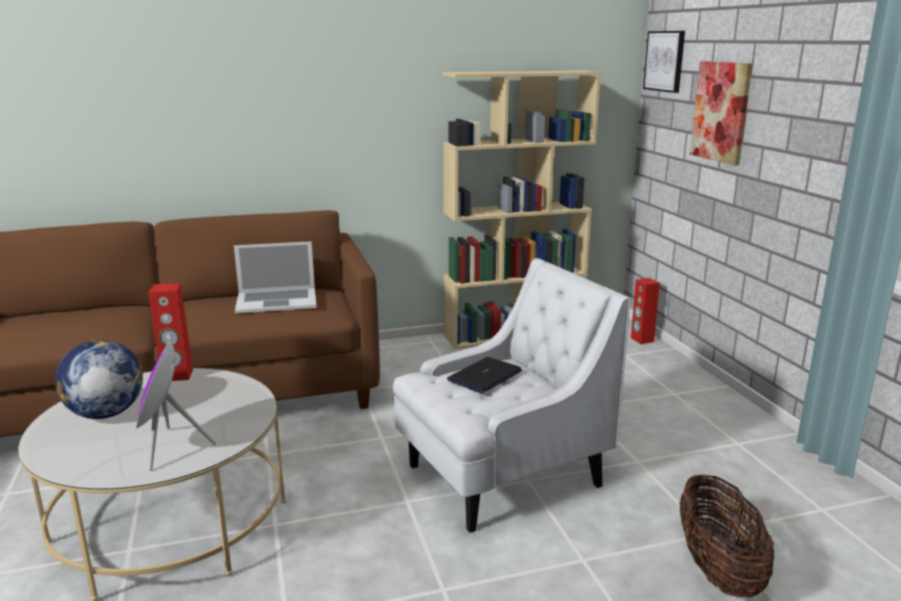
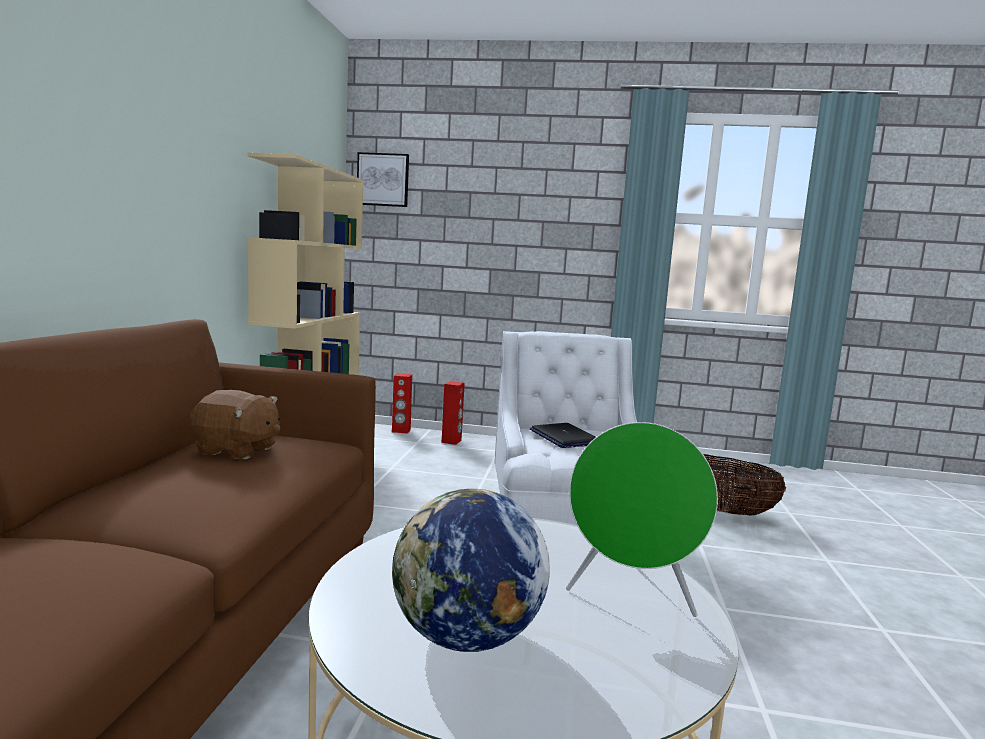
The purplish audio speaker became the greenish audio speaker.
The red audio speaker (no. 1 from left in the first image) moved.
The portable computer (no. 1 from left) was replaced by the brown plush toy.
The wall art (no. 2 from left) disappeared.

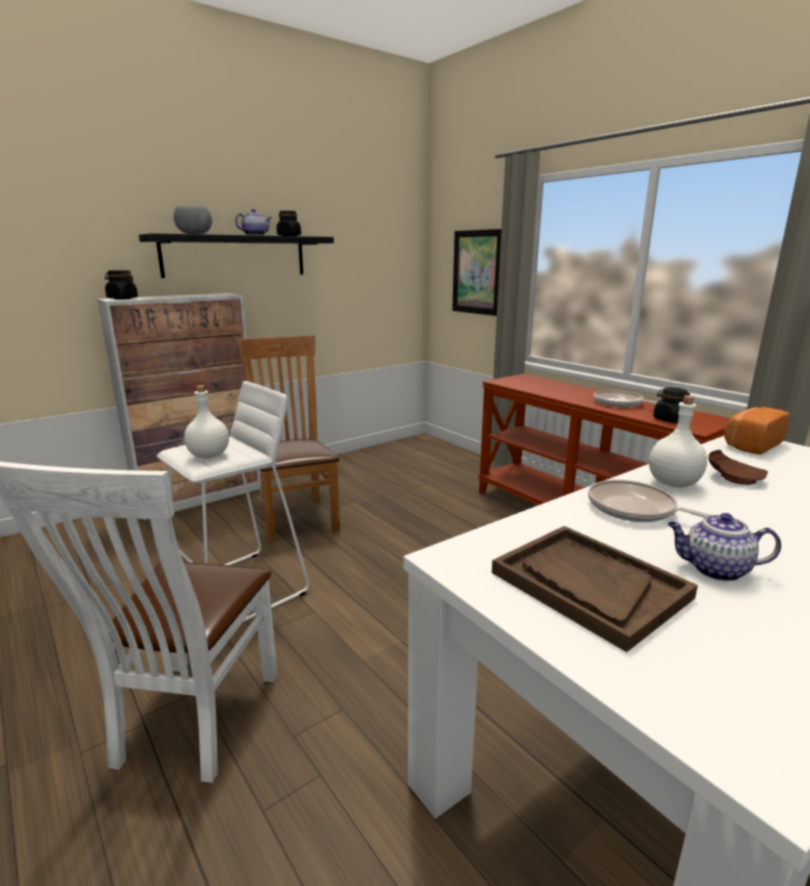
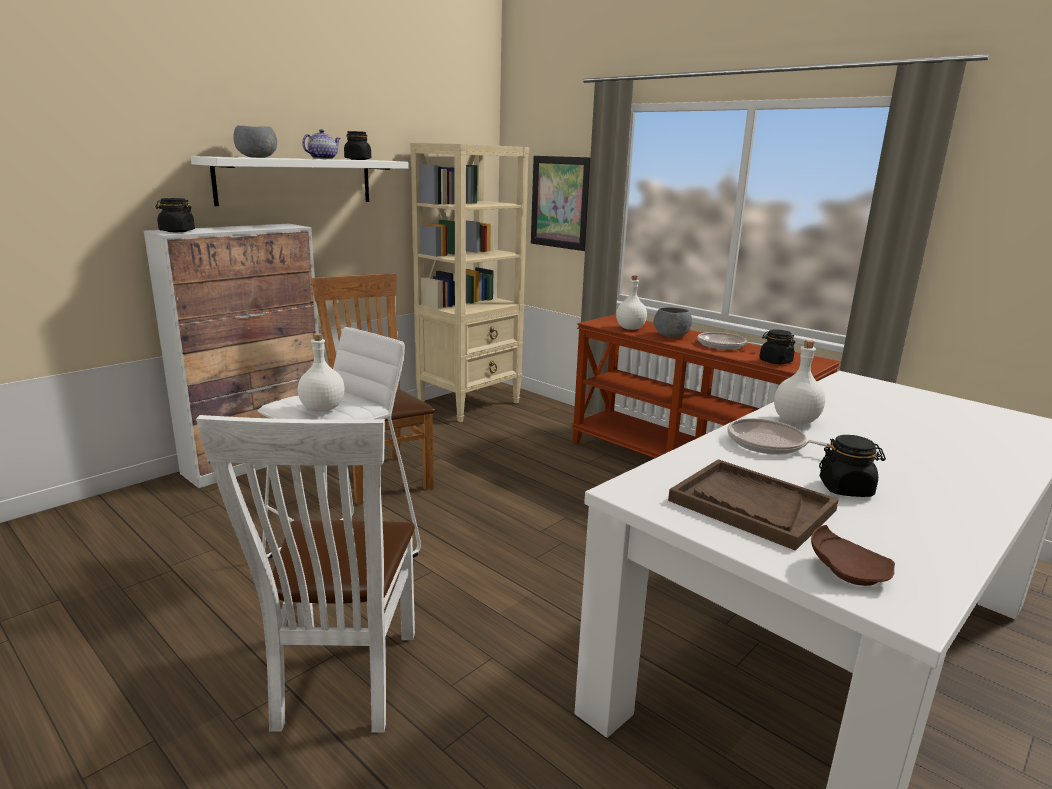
The black shelf became the whitish shelf.
The teapot (no. 2 from left) was replaced by the black storage jar (no. 4 from left).
The brown flat dish moved.
The baked bread disappeared.
The sand-coloured bookshelf appeared.
The whitish drink bottle (no. 2 from left) appeared.
The greyish deep dish (no. 2 from left) appeared.

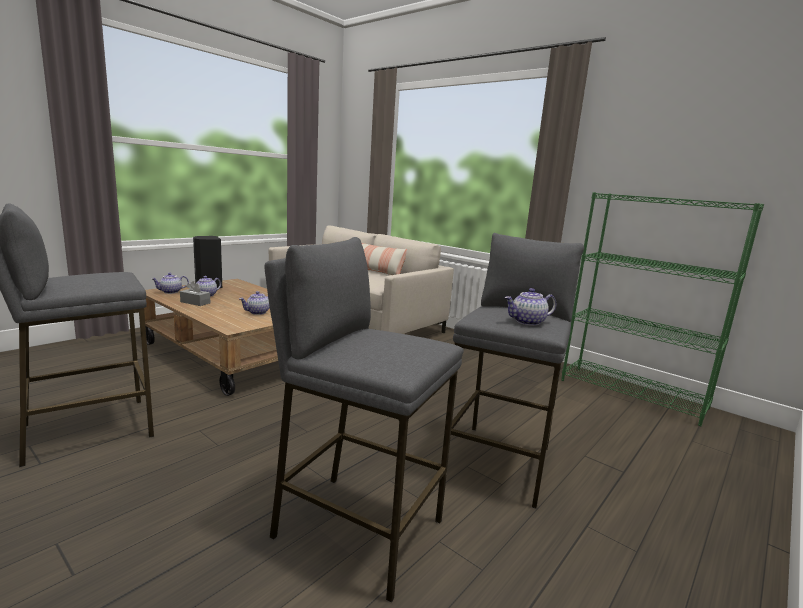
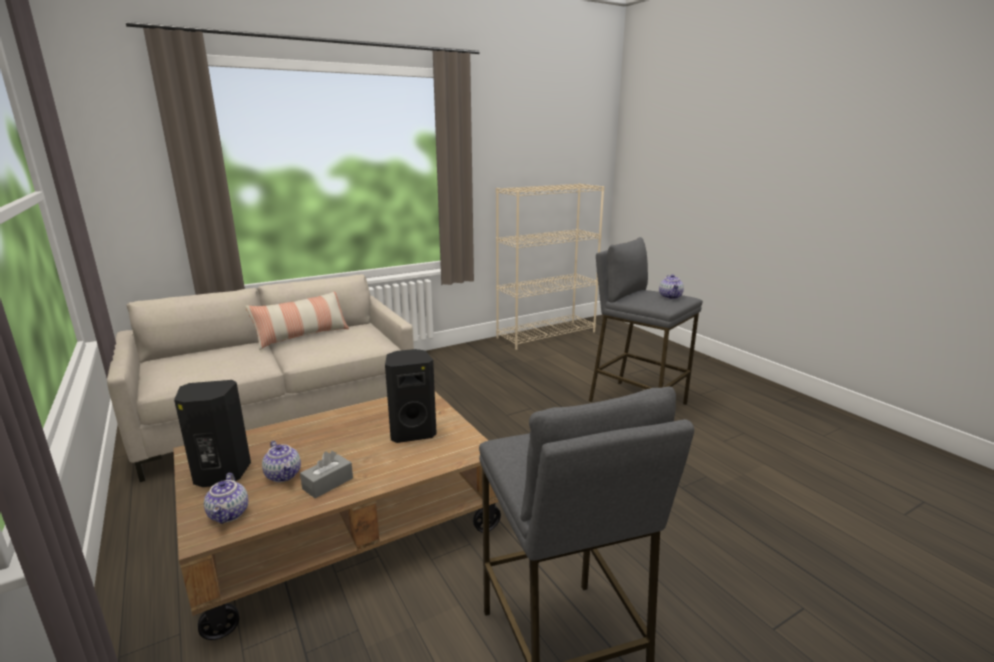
The teapot (no. 3 from left) was replaced by the black audio speaker (no. 2 from left).
The greyish stool seat (no. 2 from left) disappeared.
The greenish bookshelf became the sand-coloured bookshelf.

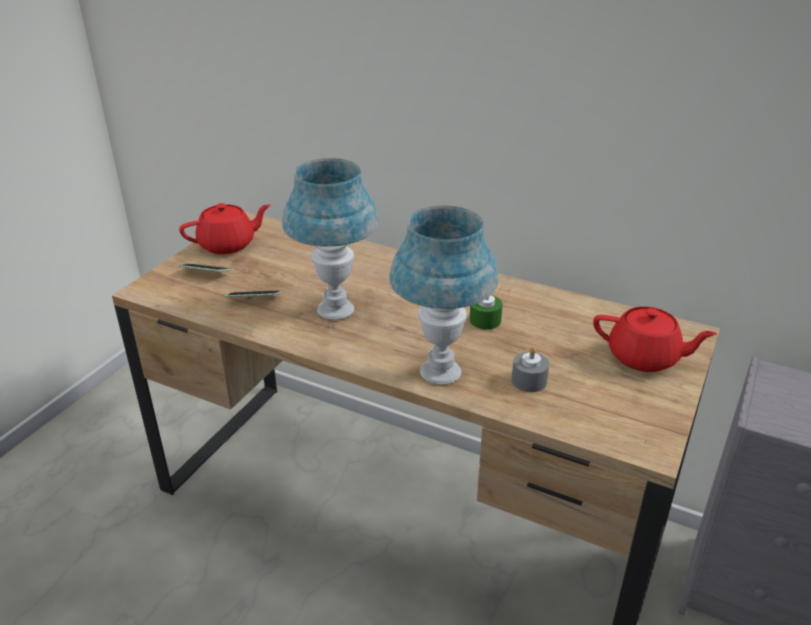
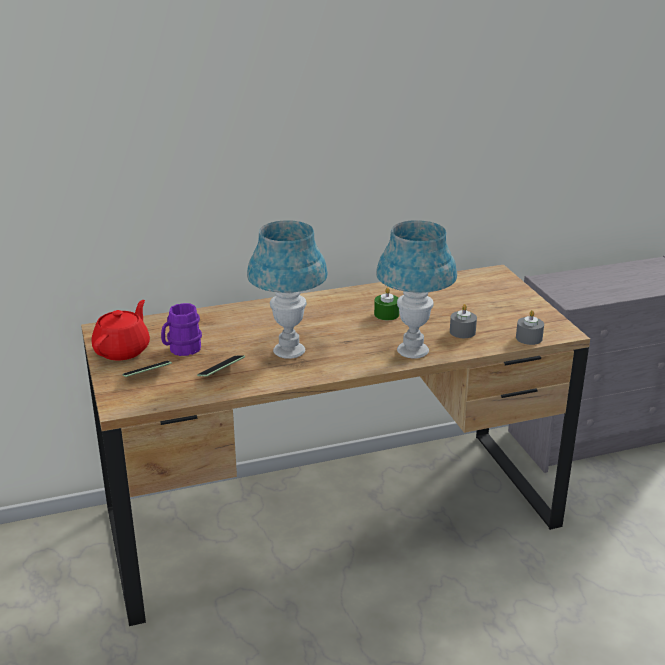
The red teapot (no. 2 from left) disappeared.
The purplish mug appeared.
The greyish wax candle (no. 2 from left) appeared.

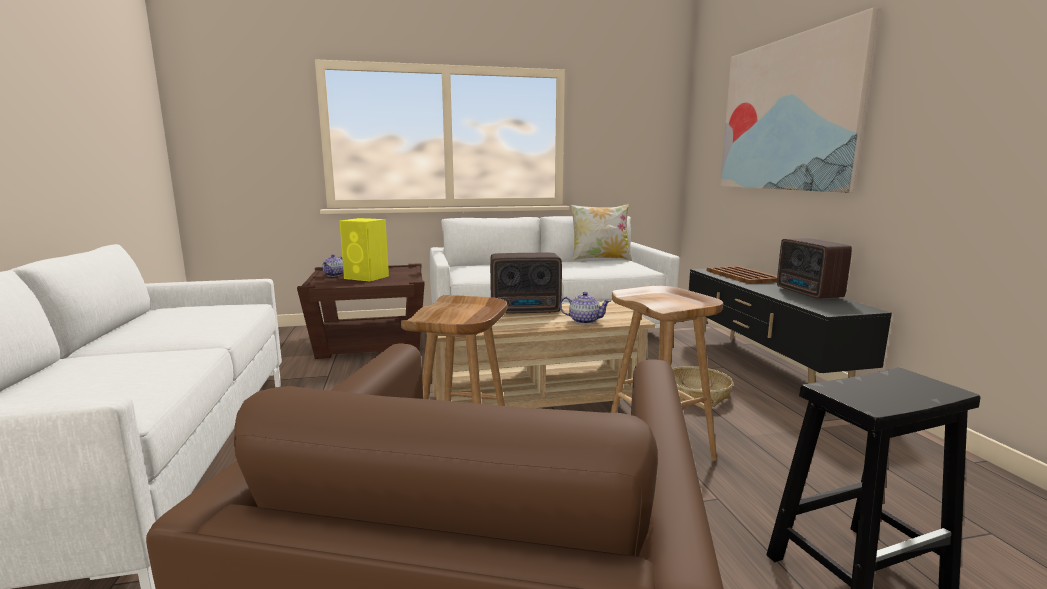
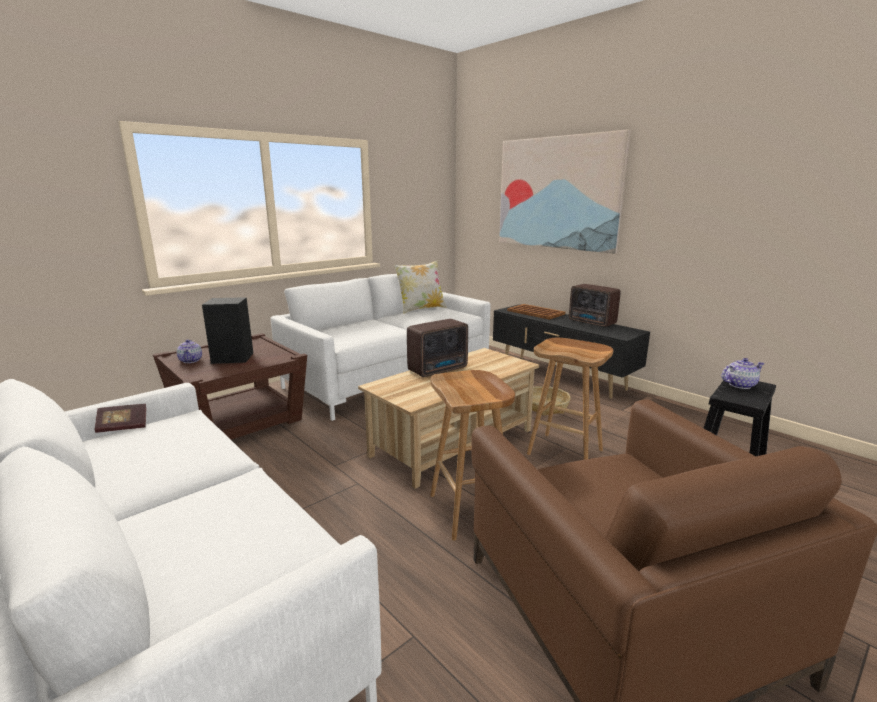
The yellowish audio speaker became the black audio speaker.
The teapot (no. 2 from left) moved.
The book appeared.

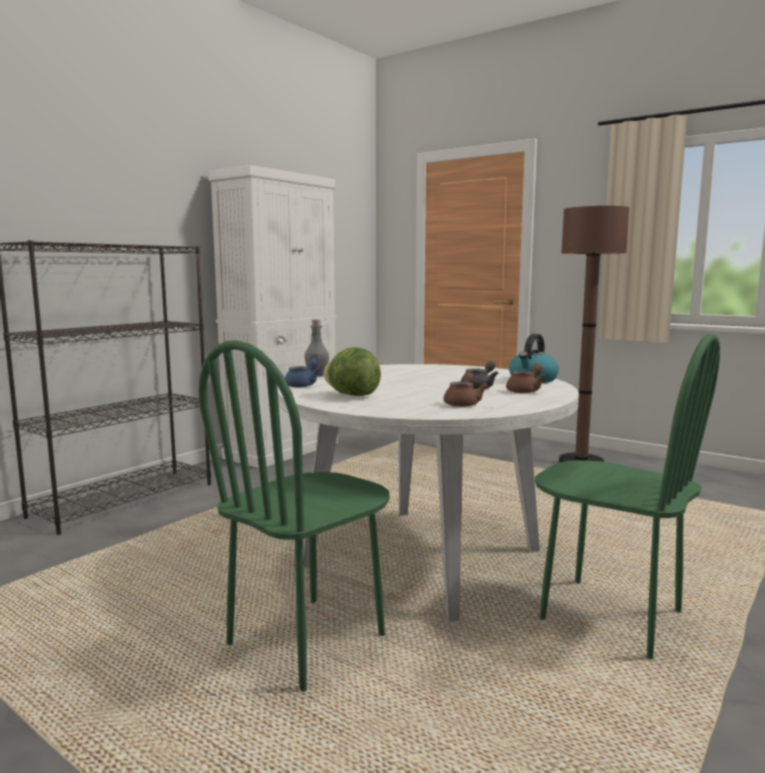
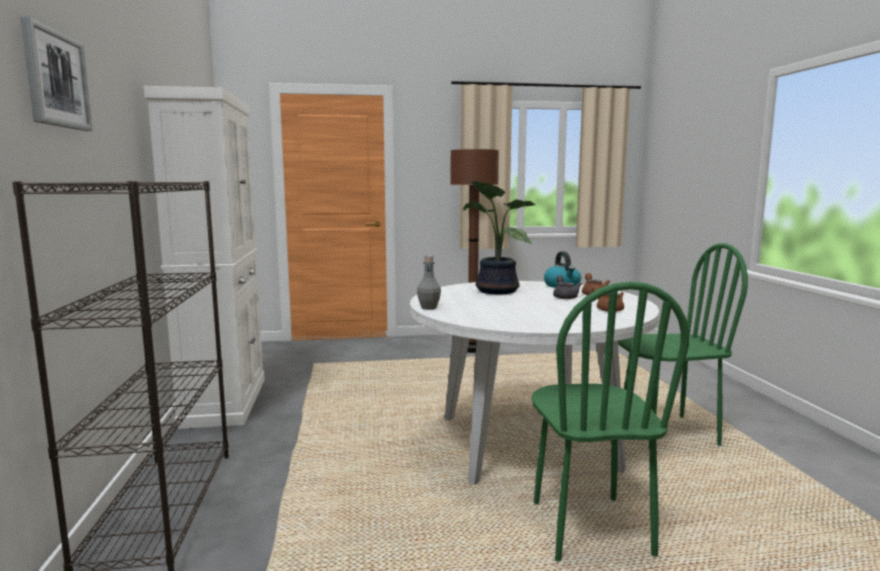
The blue teapot disappeared.
The lettuce head disappeared.
The wall art appeared.
The plant in a pot appeared.

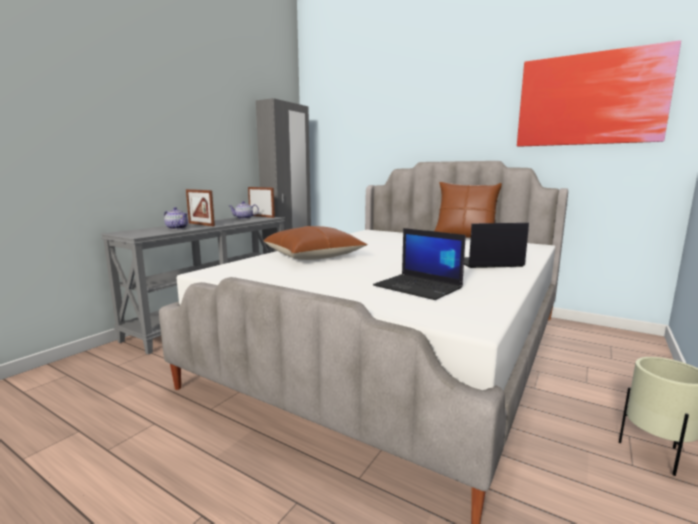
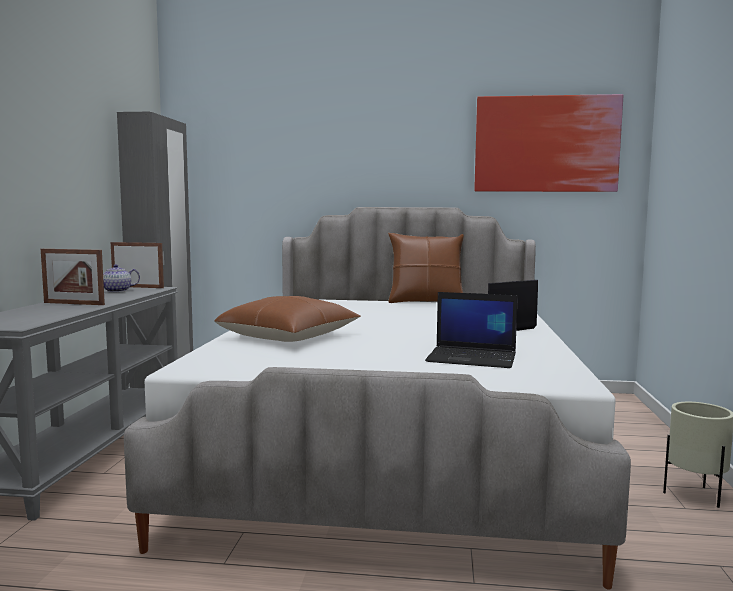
The teapot (no. 1 from left) disappeared.

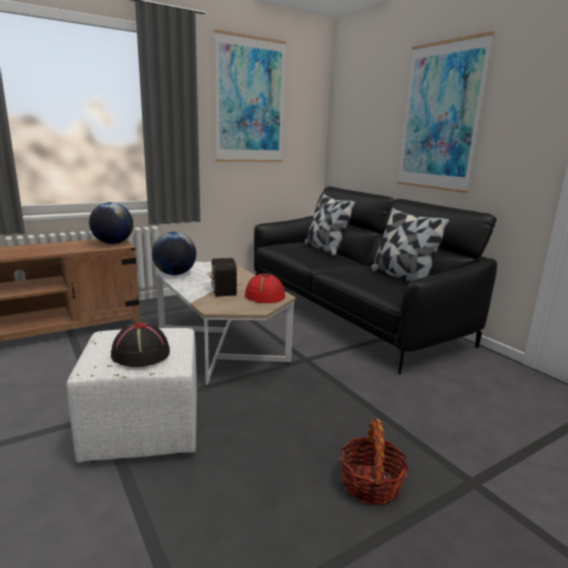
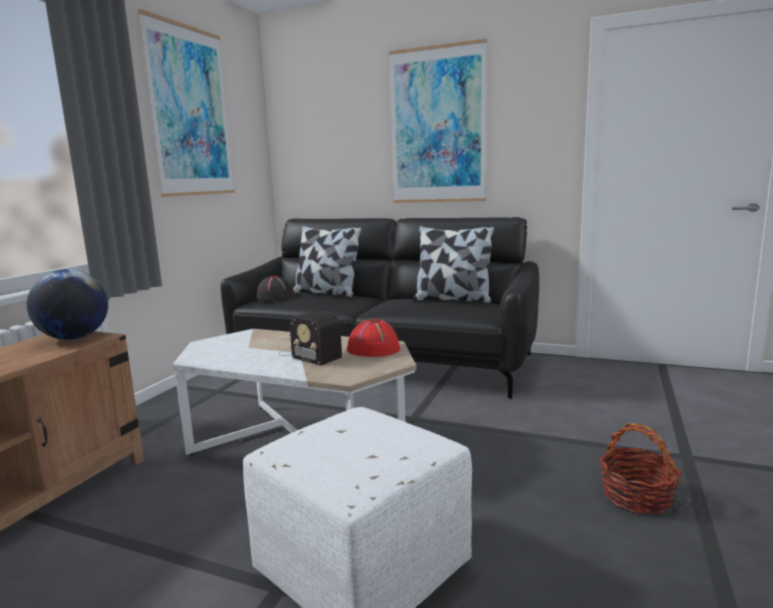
The black hat moved.
The desk globe (no. 2 from left) disappeared.

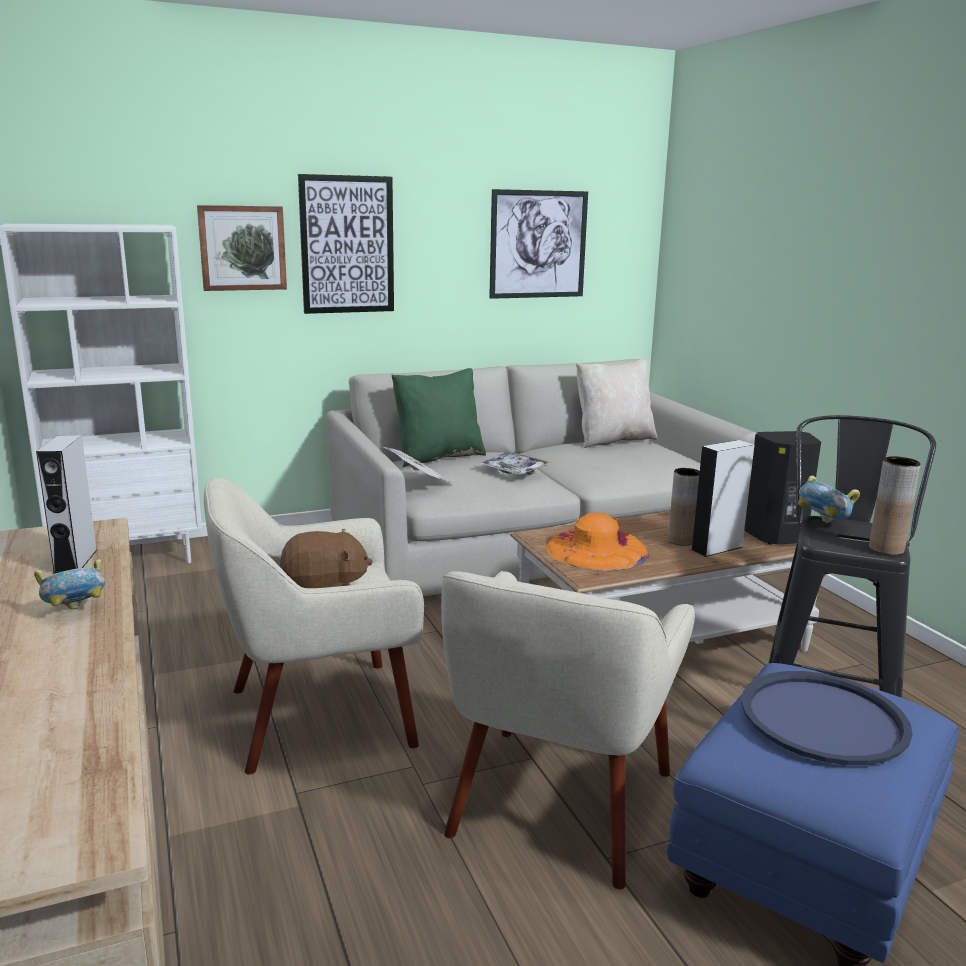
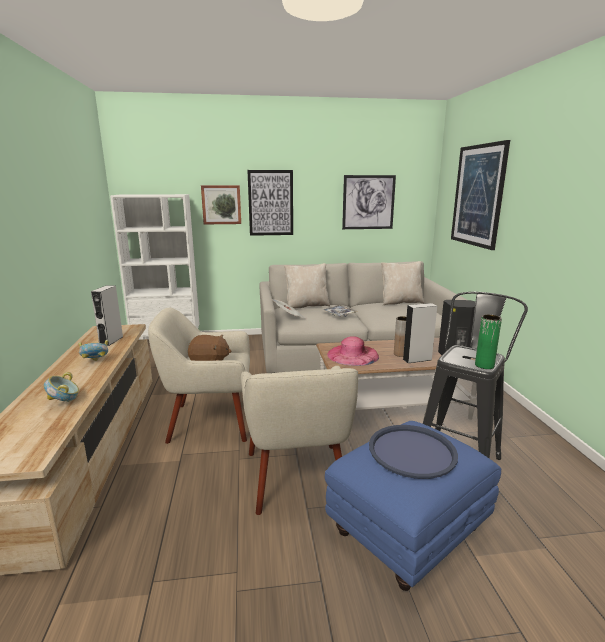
The greenish throw pillow became the sand-coloured throw pillow (no. 1 from left).
The sand-coloured armchair (no. 2 from left) turned 45 degrees counterclockwise.
The orange-coloured hat became the pinkish hat.
The deep dish (no. 2 from left in the first image) moved.
The brown vase (no. 2 from left) became the greenish vase.
The wall art (no. 4 from left) appeared.

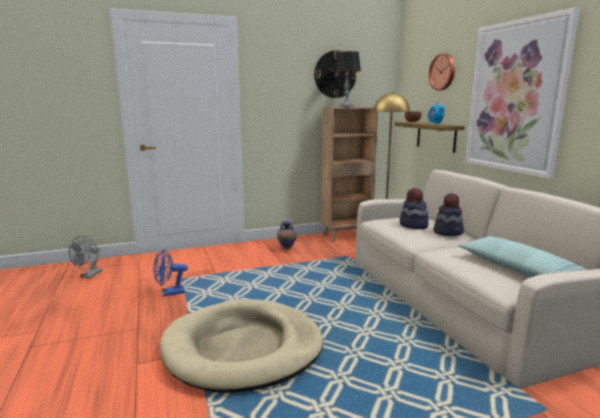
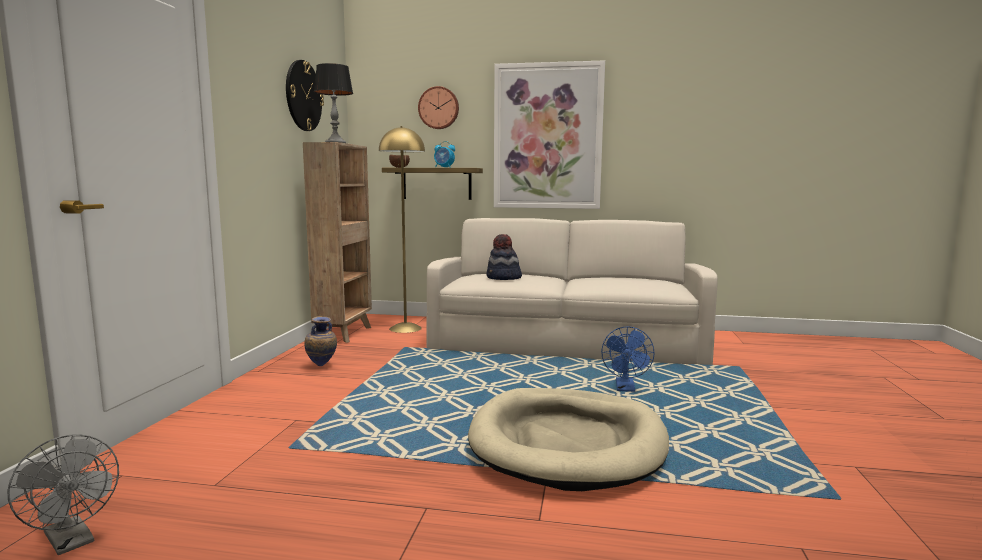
The blue cooling fan moved.
The hat (no. 2 from left) disappeared.
The throw pillow disappeared.

